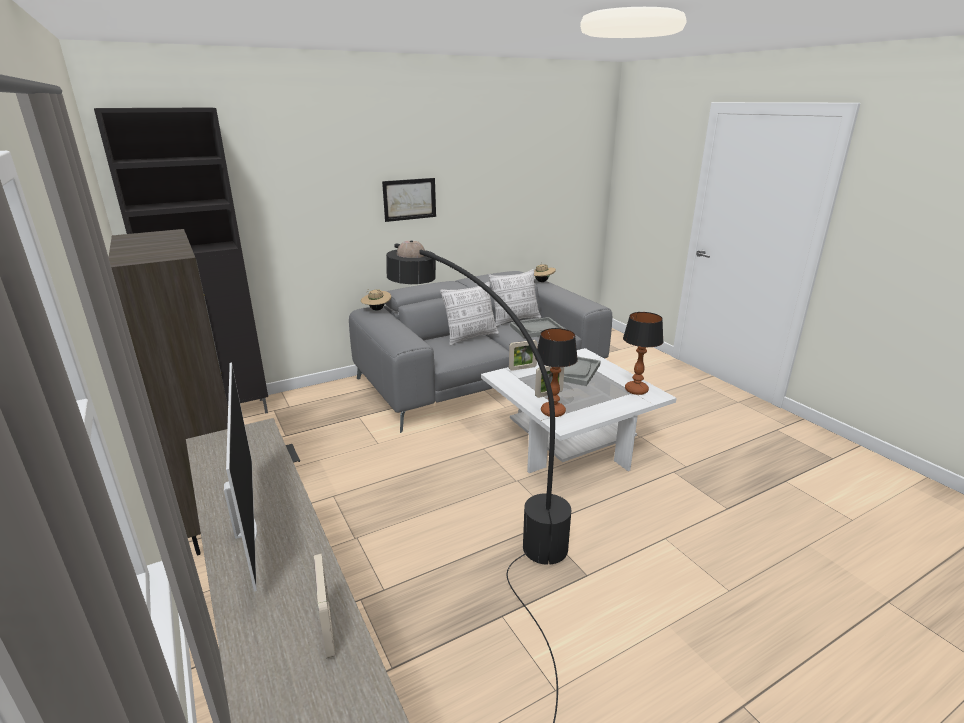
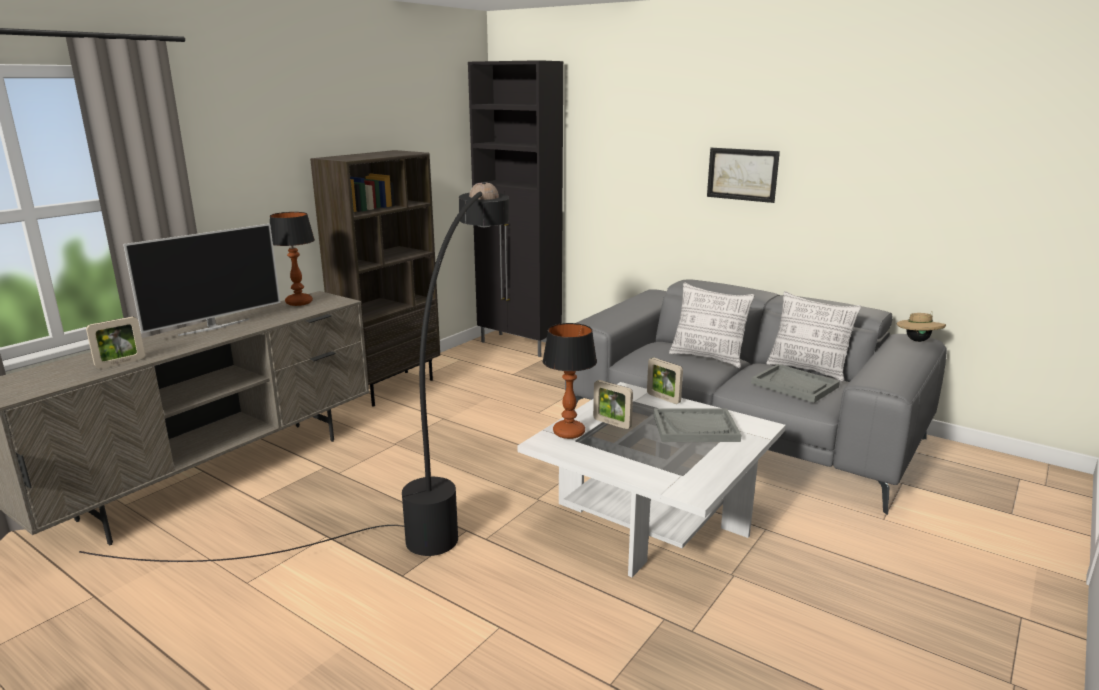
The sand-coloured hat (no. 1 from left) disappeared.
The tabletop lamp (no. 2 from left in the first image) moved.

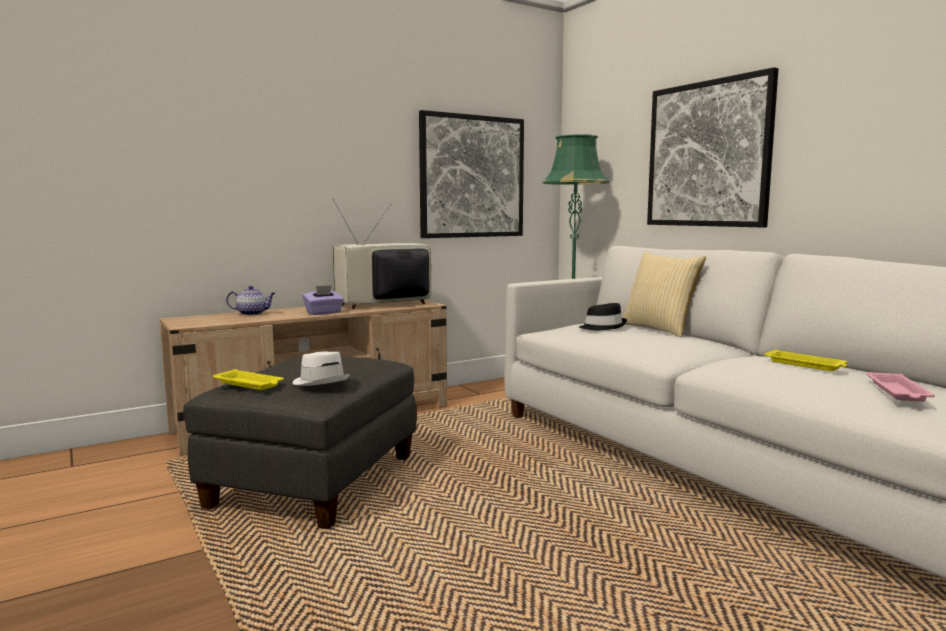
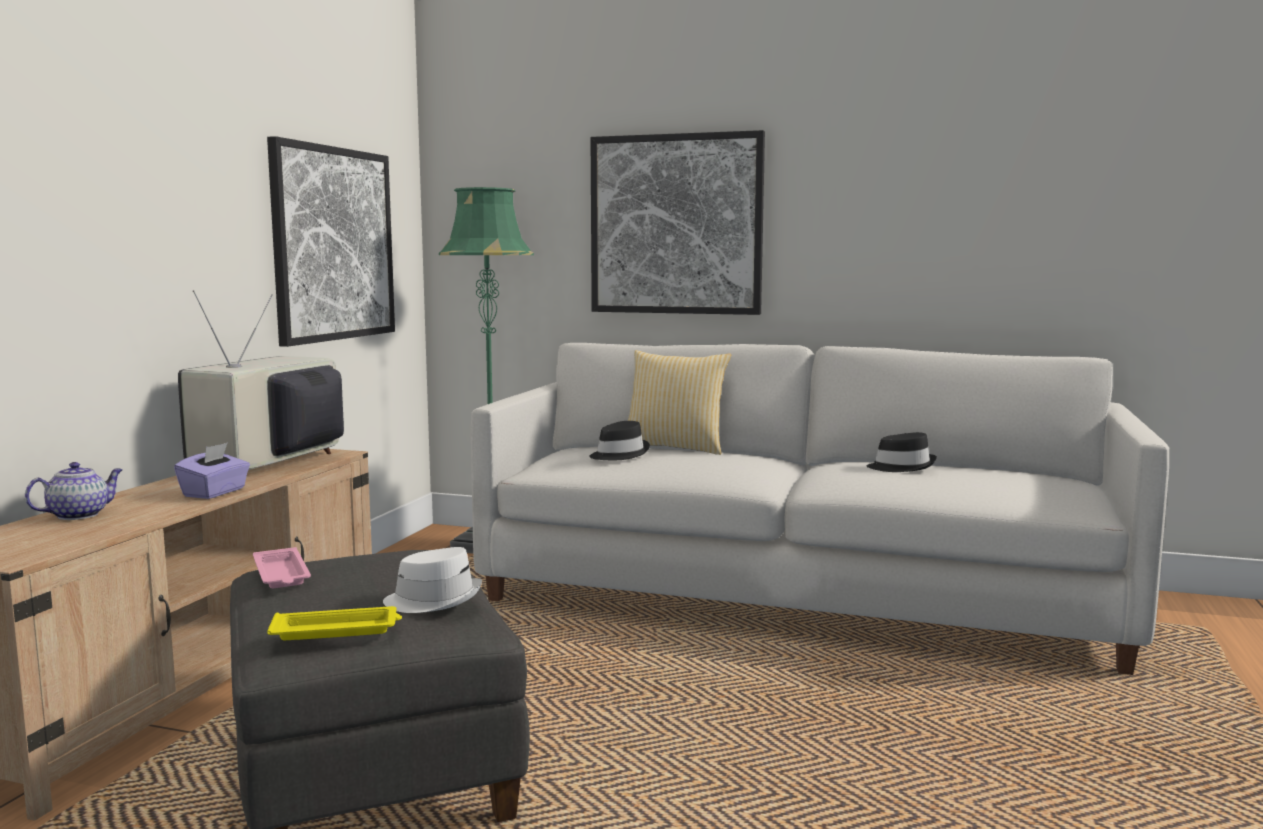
The yellowish carrying tray (no. 2 from left) was replaced by the black hat (no. 2 from left).
The pinkish carrying tray moved.

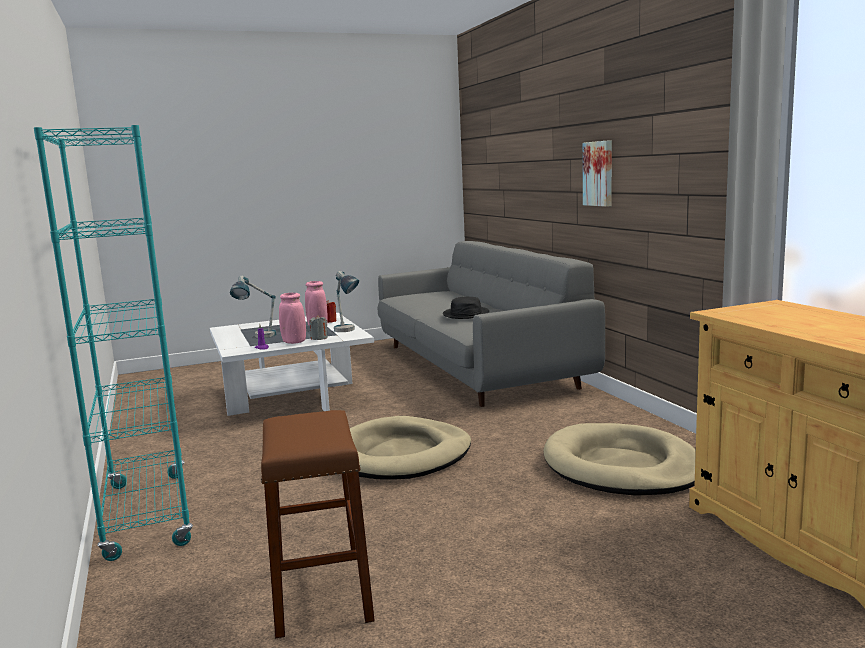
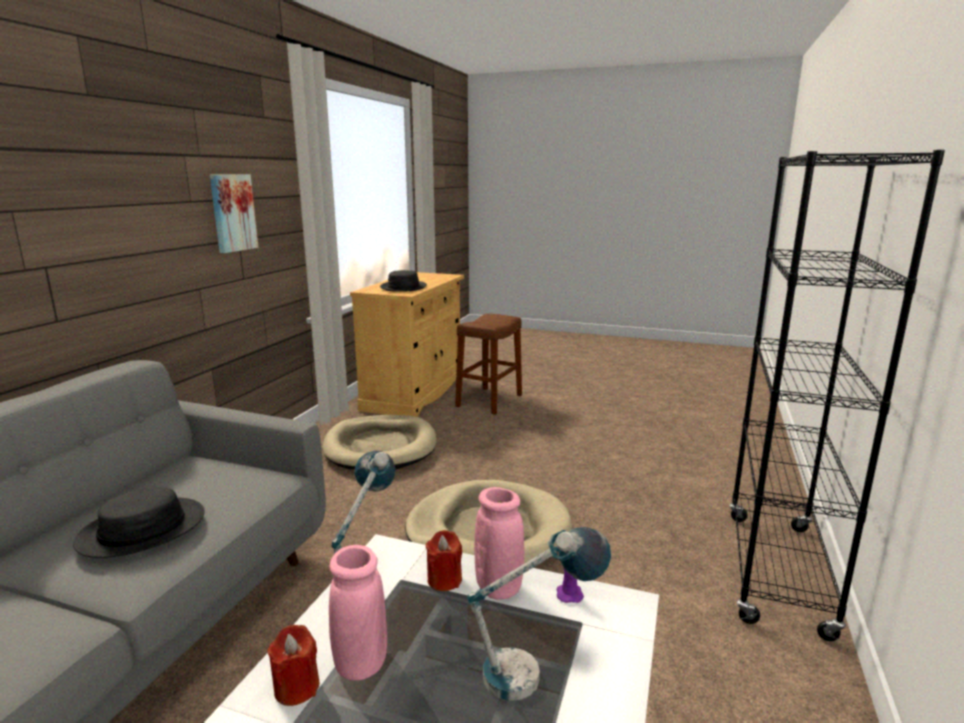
The turquoise bookshelf became the black bookshelf.
The brown stool seat moved.
The greyish wax candle became the red wax candle (no. 2 from left).
The wall art moved.
The black hat (no. 2 from left) appeared.

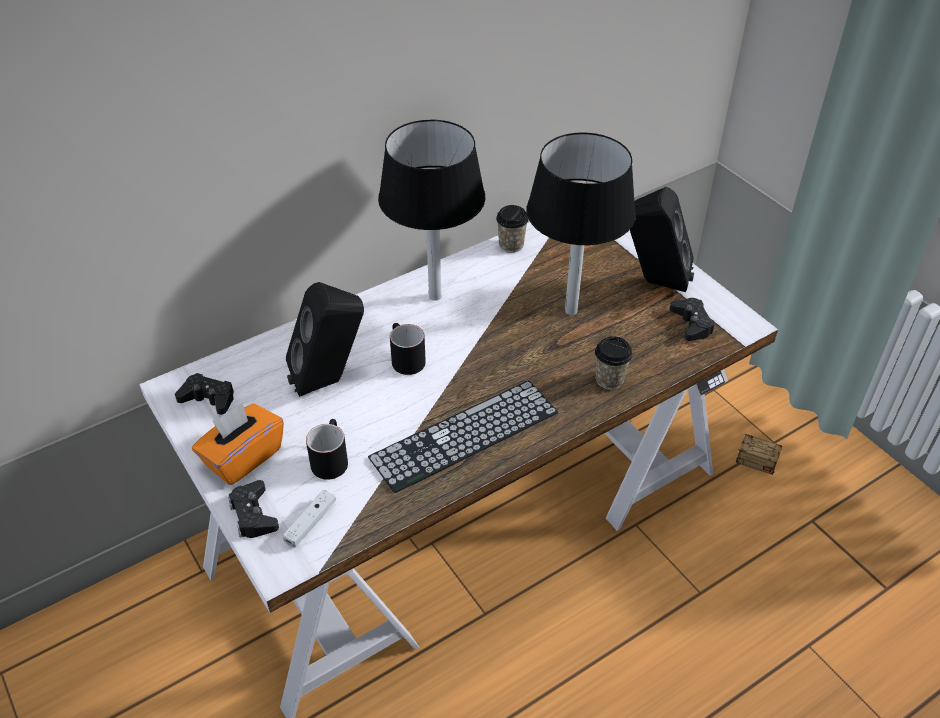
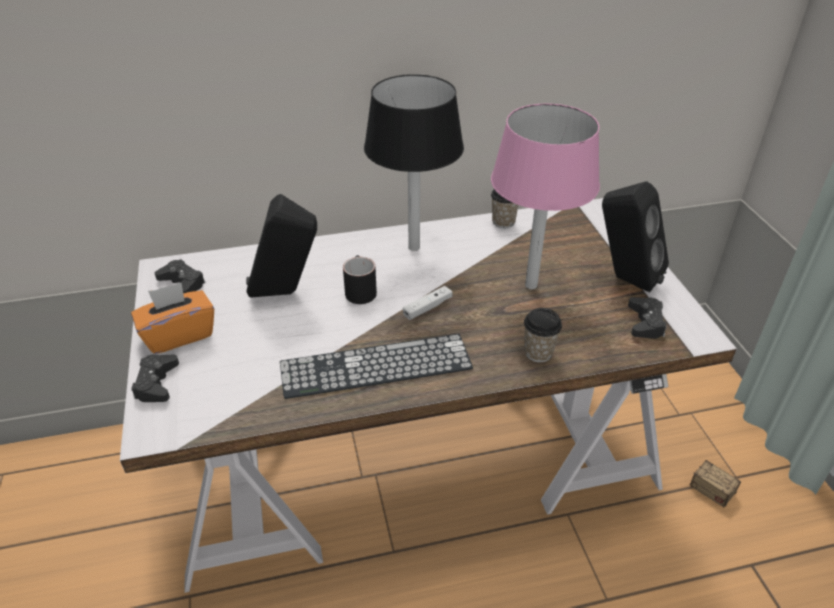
The whitish joypad moved.
The black mug (no. 1 from left) disappeared.
The black tabletop lamp (no. 2 from left) became the pinkish tabletop lamp.

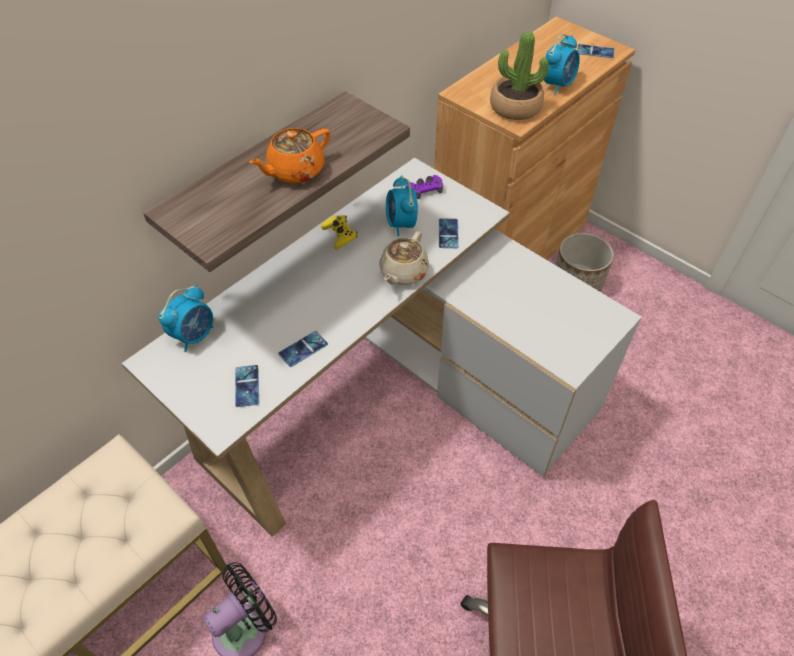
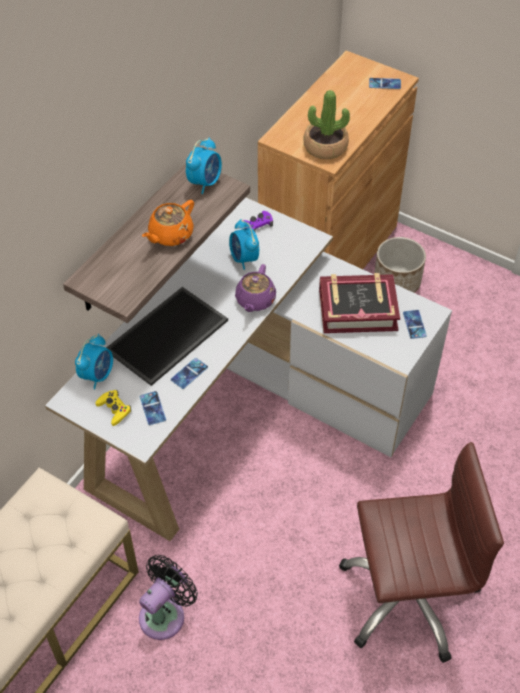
The yellowish joypad moved.
The sand-coloured teapot became the purplish teapot.
The handset (no. 3 from left in the first image) moved.
The table clock (no. 3 from left in the first image) moved.
The carrying tray appeared.
The book appeared.

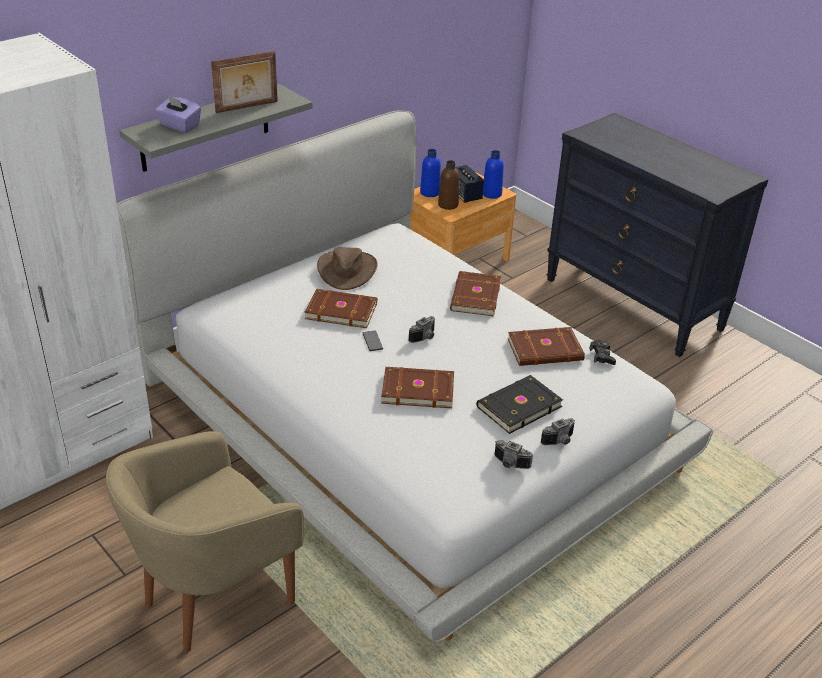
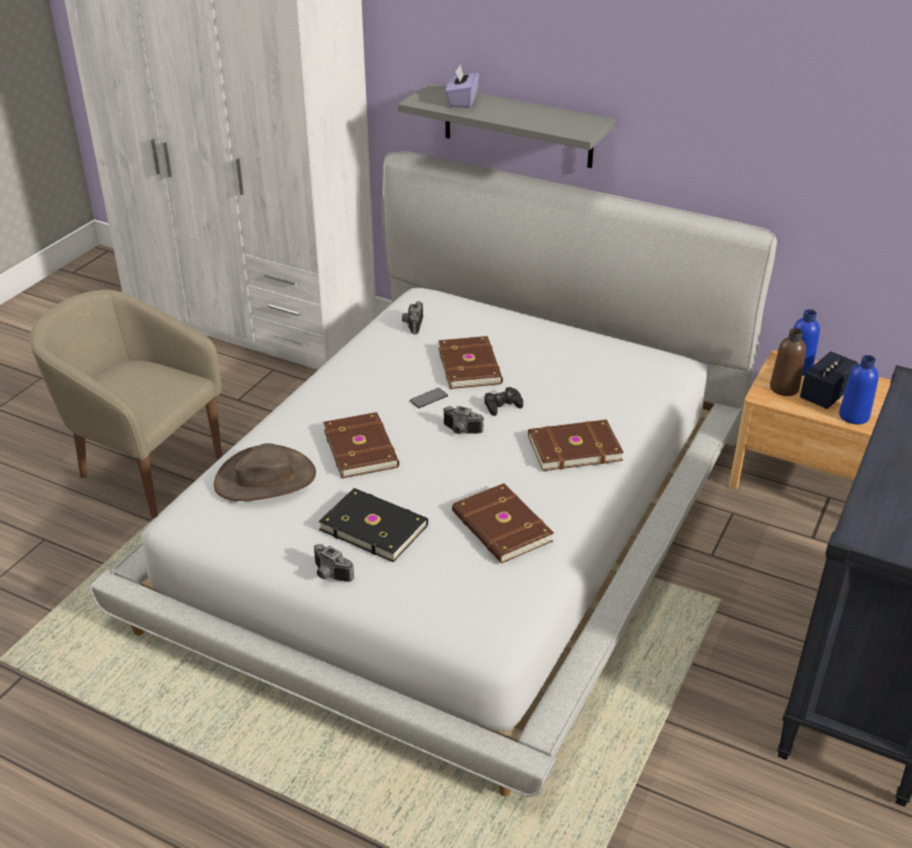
The standing frame disappeared.
The brown hat moved.
The photo camera (no. 2 from left) moved.
The black joypad moved.

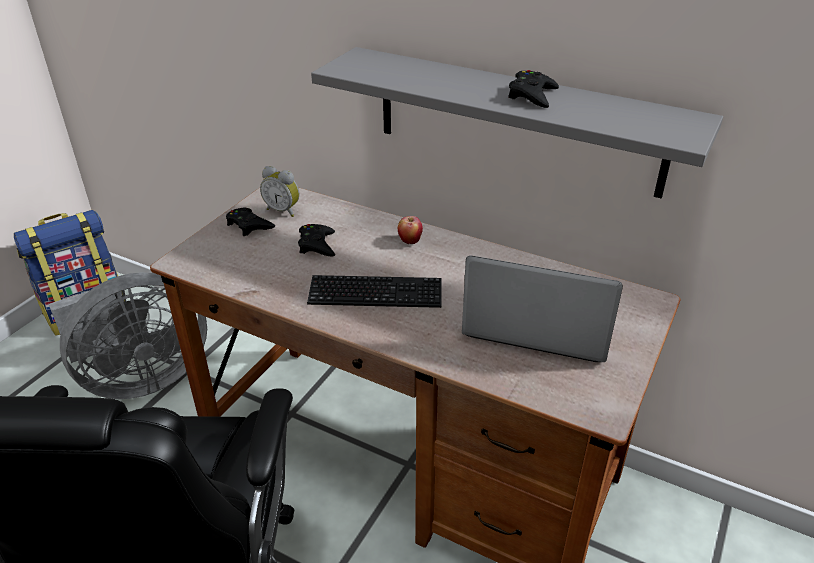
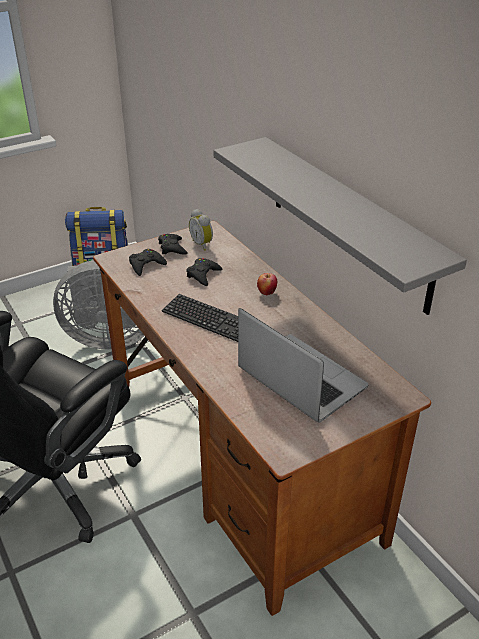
The black joypad (no. 3 from left in the first image) moved.

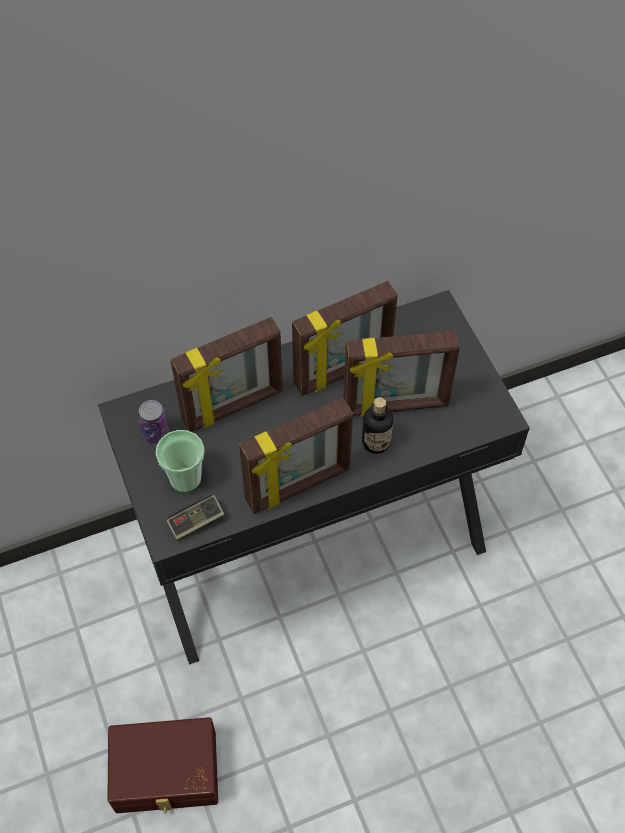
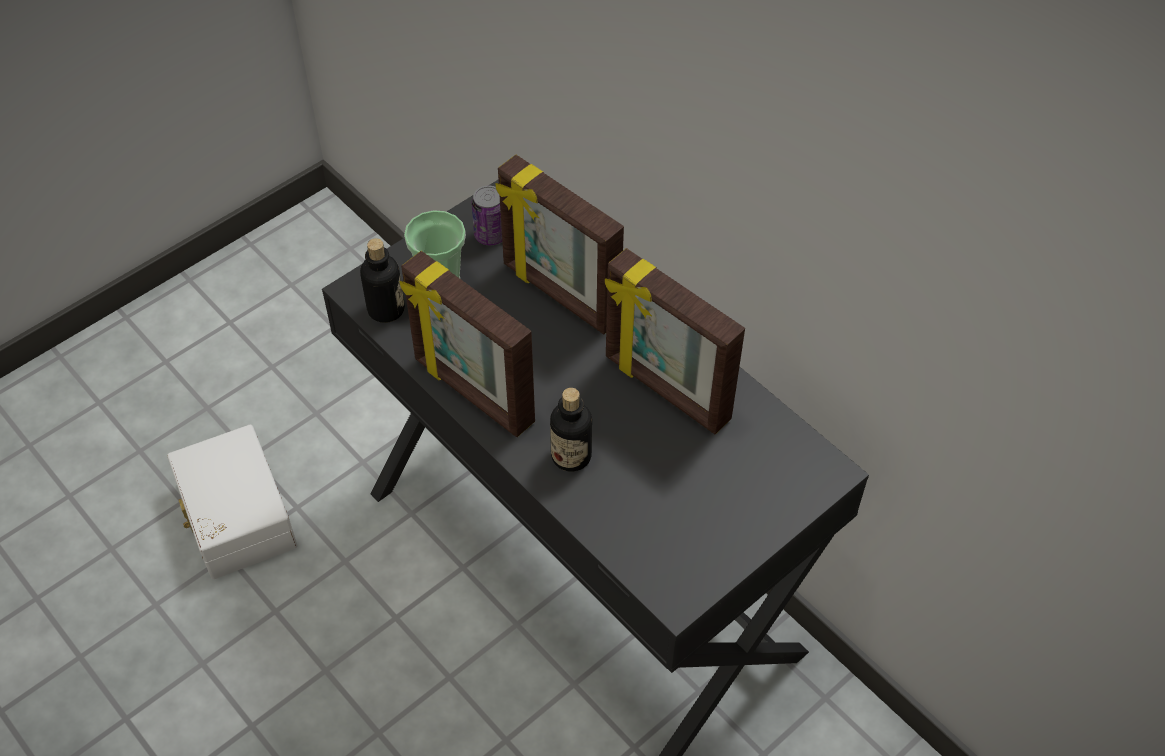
The brown storage container became the whitish storage container.
The joypad was replaced by the drink bottle (no. 1 from left).
The standing frame (no. 4 from left) disappeared.

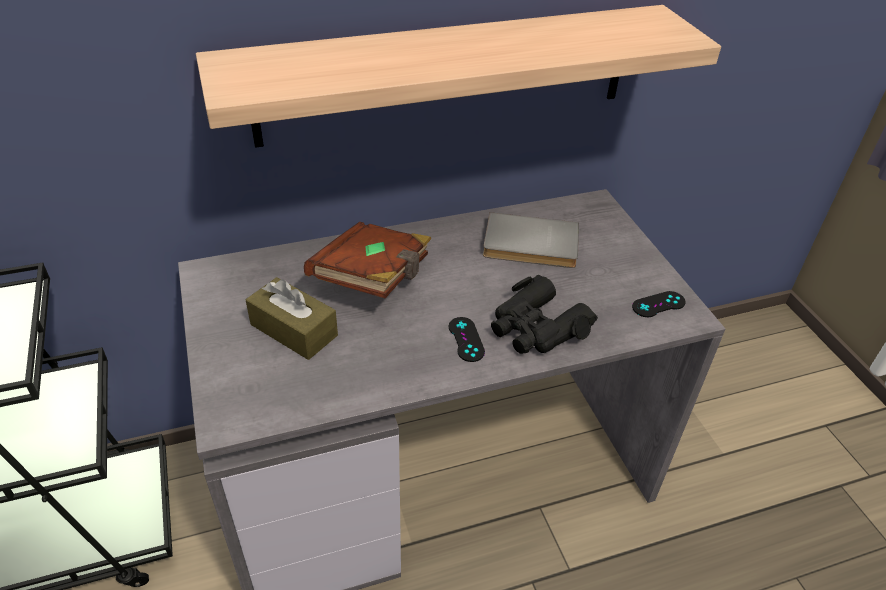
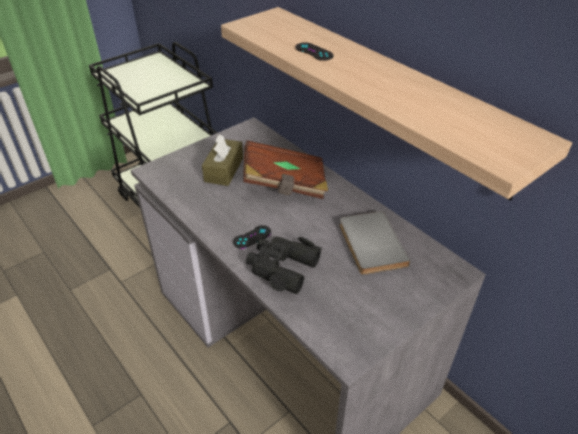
The black joypad (no. 2 from left) moved.

